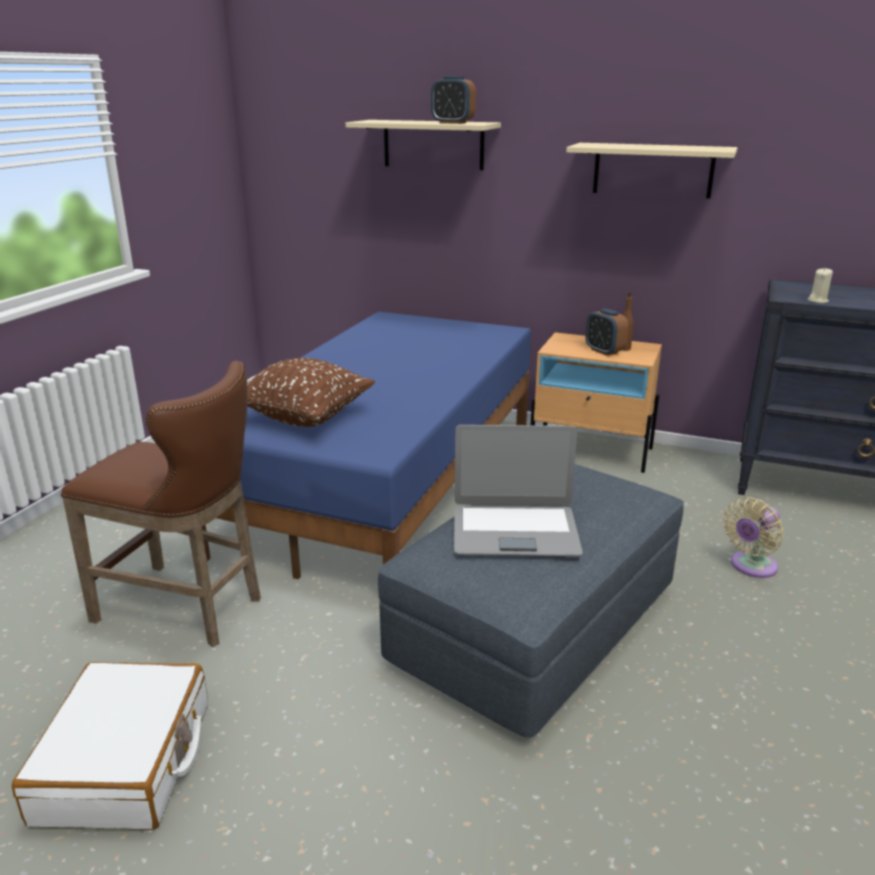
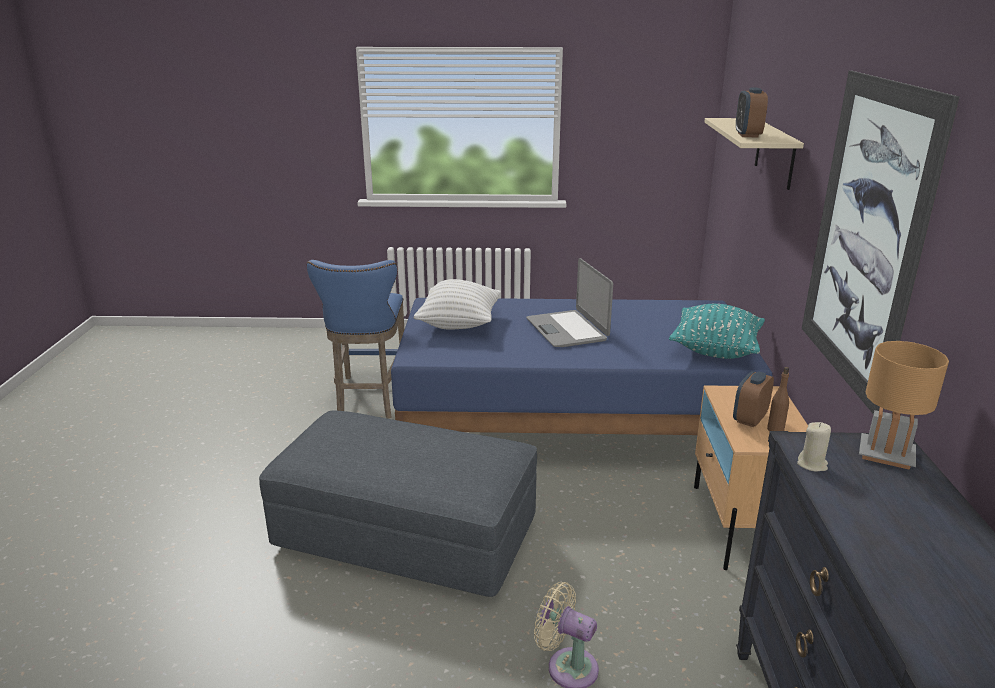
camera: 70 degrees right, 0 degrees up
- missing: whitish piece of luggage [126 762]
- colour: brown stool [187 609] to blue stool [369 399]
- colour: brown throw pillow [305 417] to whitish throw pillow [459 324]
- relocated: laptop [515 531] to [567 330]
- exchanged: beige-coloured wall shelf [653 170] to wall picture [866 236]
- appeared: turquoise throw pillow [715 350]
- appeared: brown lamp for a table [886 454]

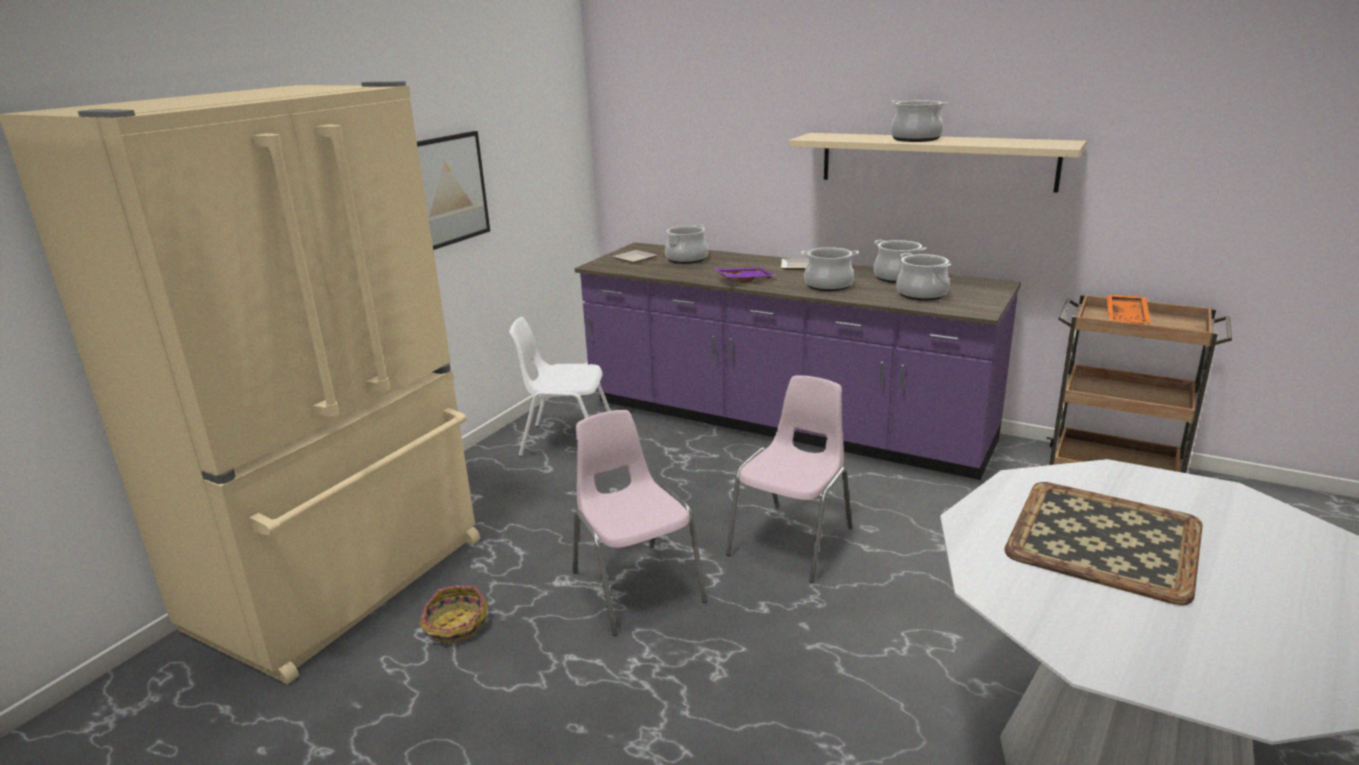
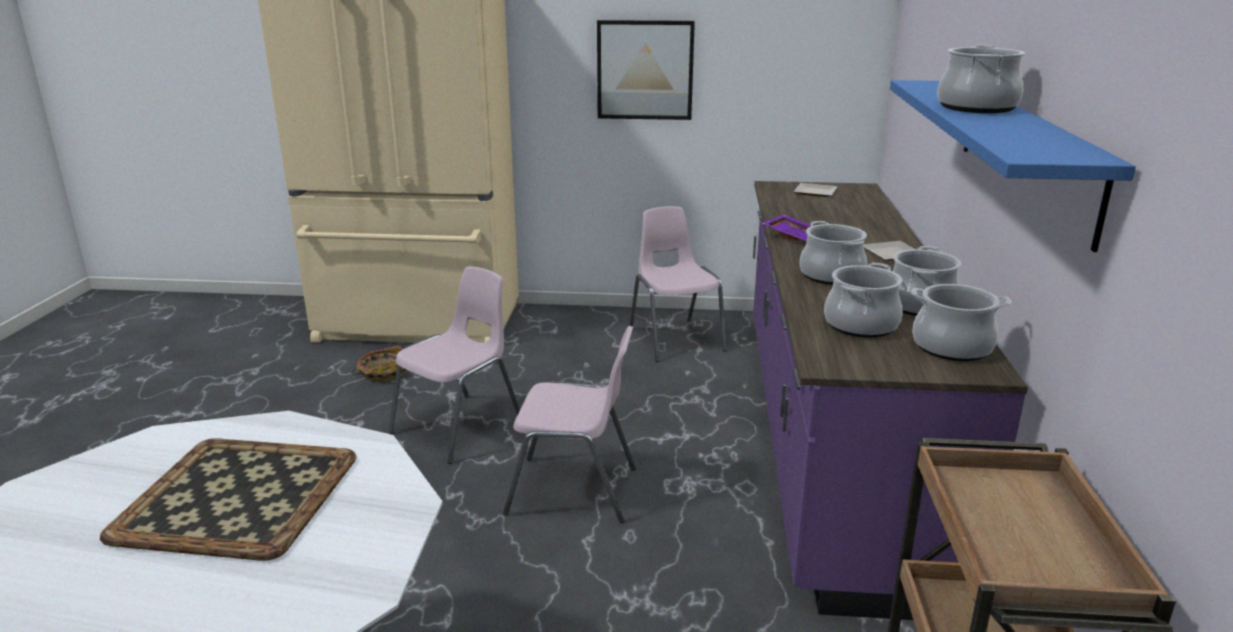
camera: 65 degrees right, 0 degrees up
- colour: whitish upright chair [567 440] to pink-coloured upright chair [675 339]
- relocated: cooking pot [686 259] to [951 347]
- colour: beige-coloured wall shelf [935 161] to blue wall shelf [1025 153]
- missing: orangey serving tray [1127 317]

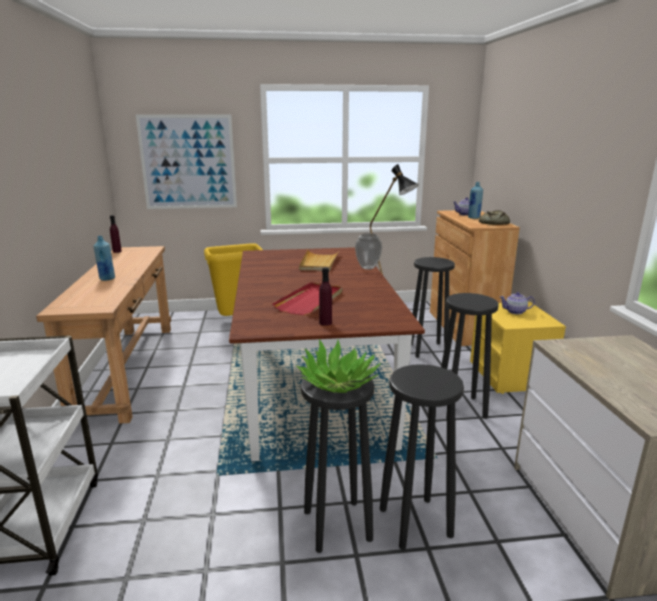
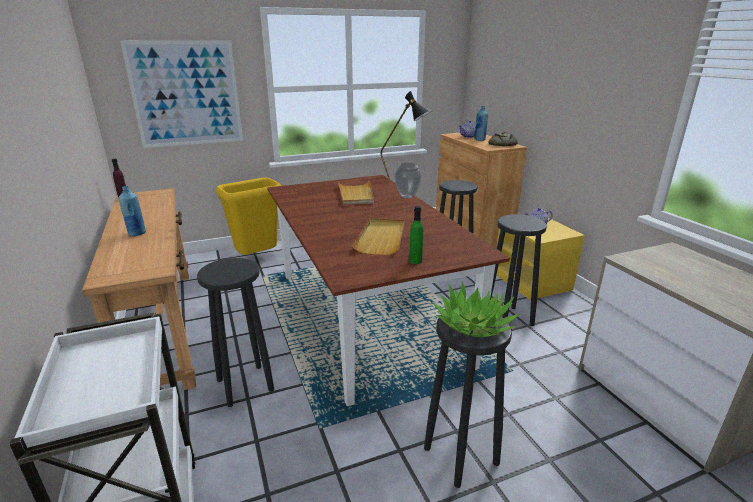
camera: 15 degrees left, 5 degrees up
- colour: reddish serving tray [310 301] to beige-coloured serving tray [381 238]
- colour: purple-coloured bottle [325 323] to green-coloured bottle [415 261]
- relocated: black-coloured stool [415 521] to [245 384]

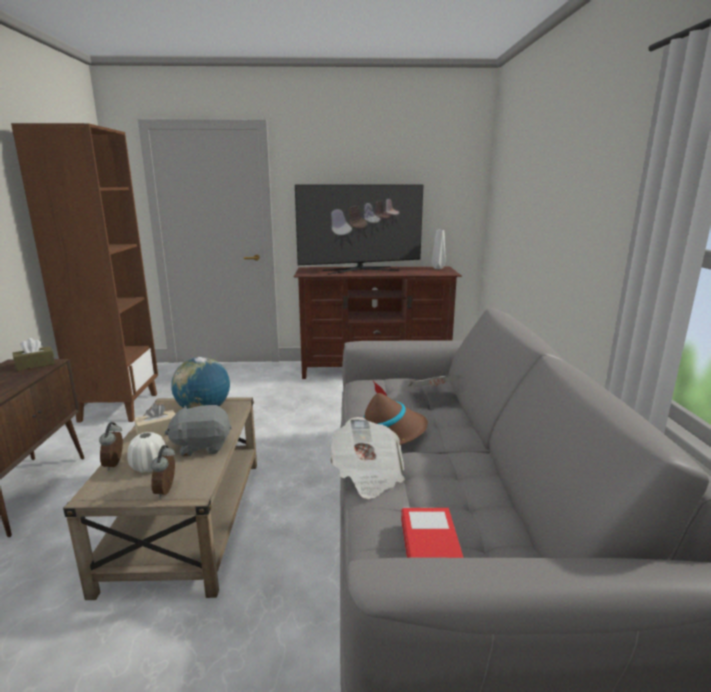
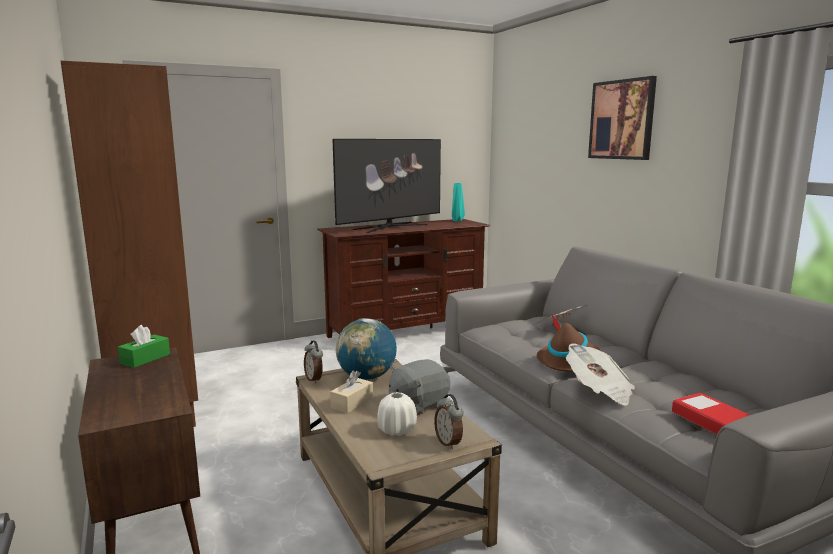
camera: 25 degrees left, 5 degrees down
- colour: brown tissue box [35 365] to green-coloured tissue box [145 359]
- relocated: table clock [115 464] to [314 379]
- colour: greyish vase [438 268] to turquoise vase [458 220]
- appeared: wall picture [622 120]

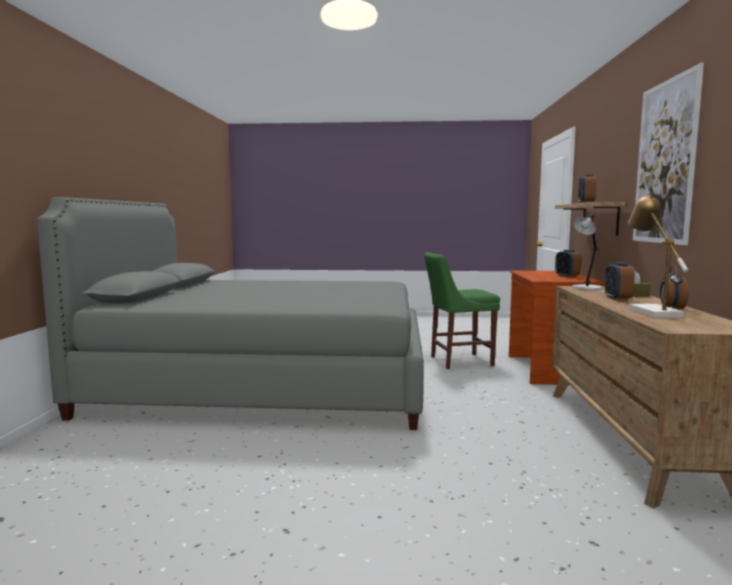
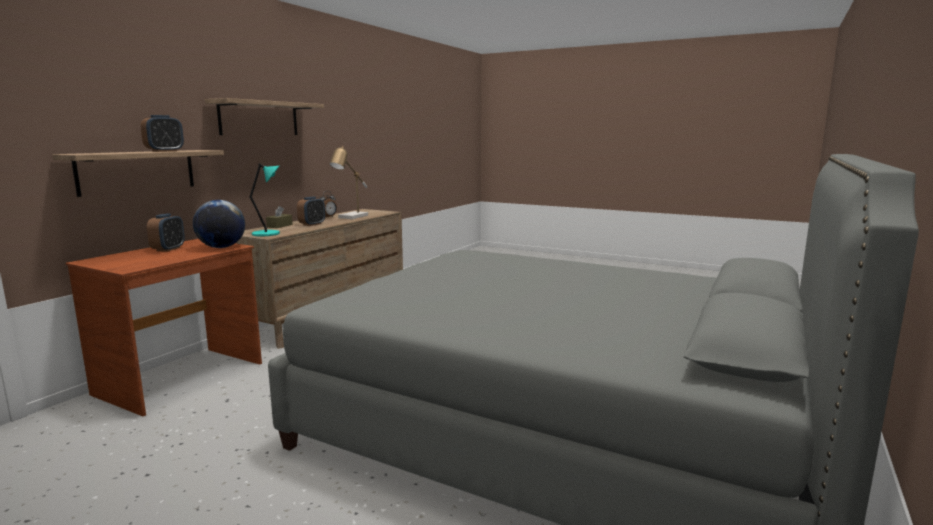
camera: 155 degrees left, 5 degrees up
- missing: green-coloured upright chair [458 361]
- colour: greyish lamp for a table [586 288] to turquoise lamp for a table [267 234]
- exchanged: wall picture [665 162] to wall shelf [259 118]
- appeared: world globe [221 247]

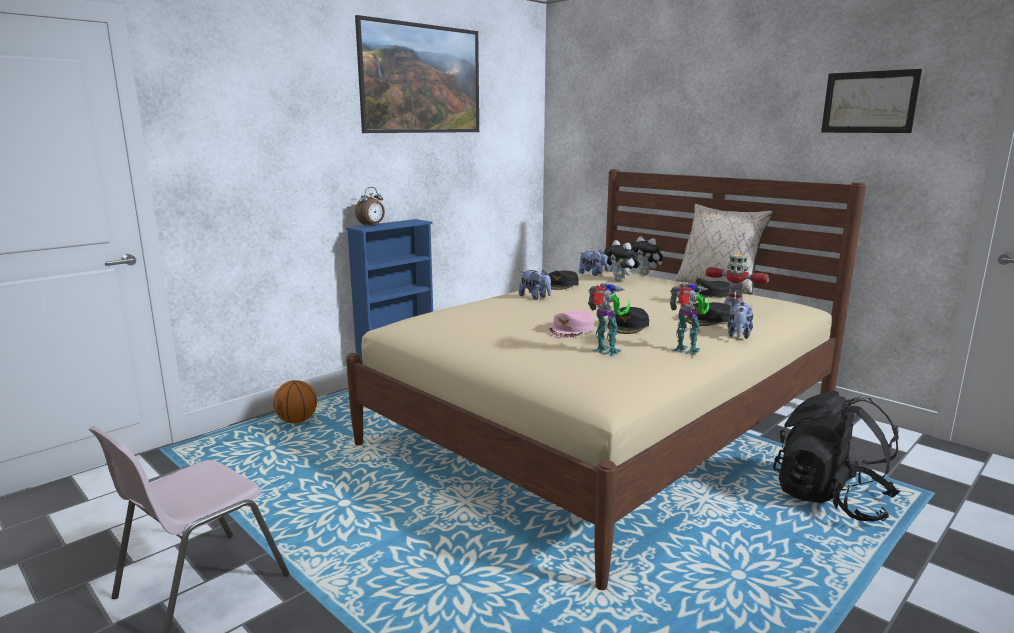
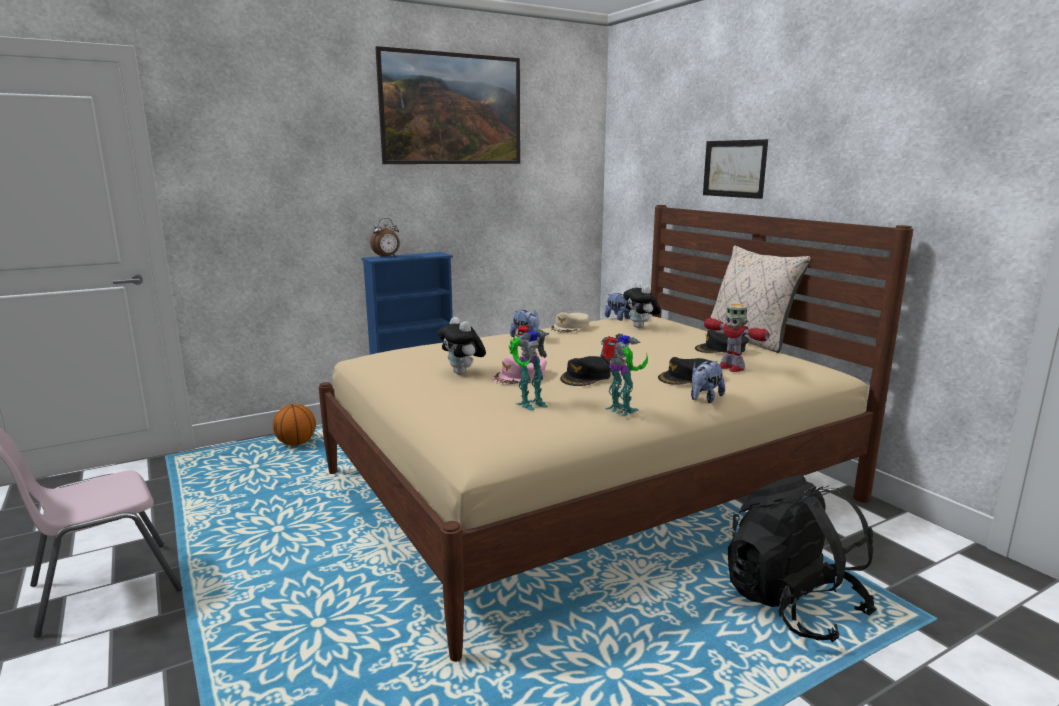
camera: 15 degrees right, 0 degrees up
- colour: black-coloured cap [561 285] to beige-coloured cap [570 328]
- spun: robot figure [606 352] = [529 403] 90 degrees clockwise
- relocated: soft toy [645 274] to [463 373]
- relocated: wall picture [869 102] to [734 168]

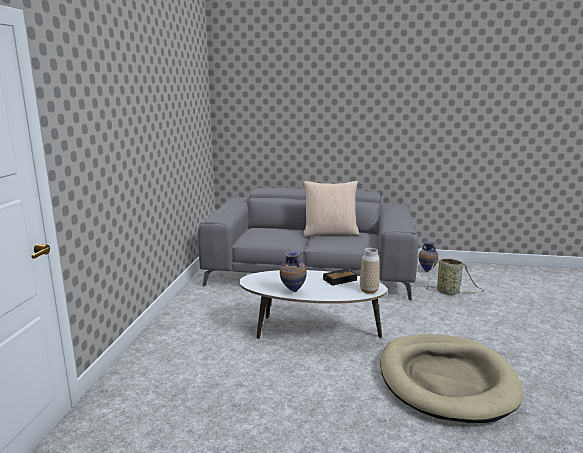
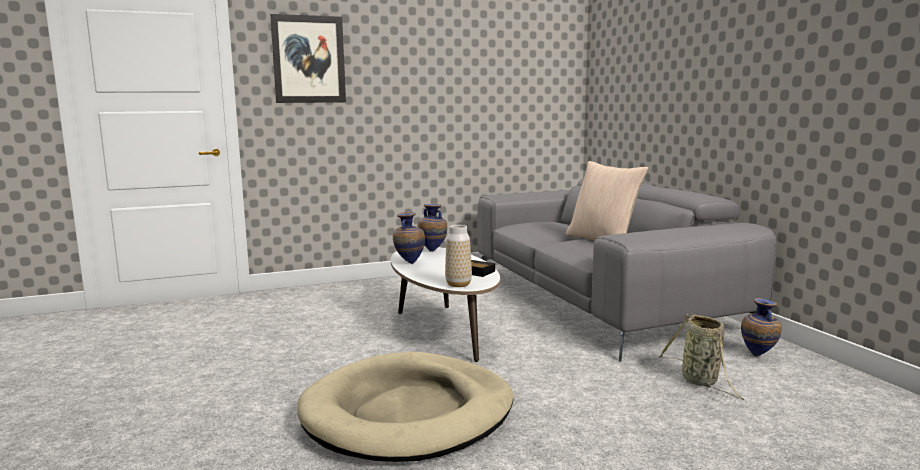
camera: 60 degrees right, 5 degrees down
- appeared: wall picture [308 59]
- appeared: vase [433 251]

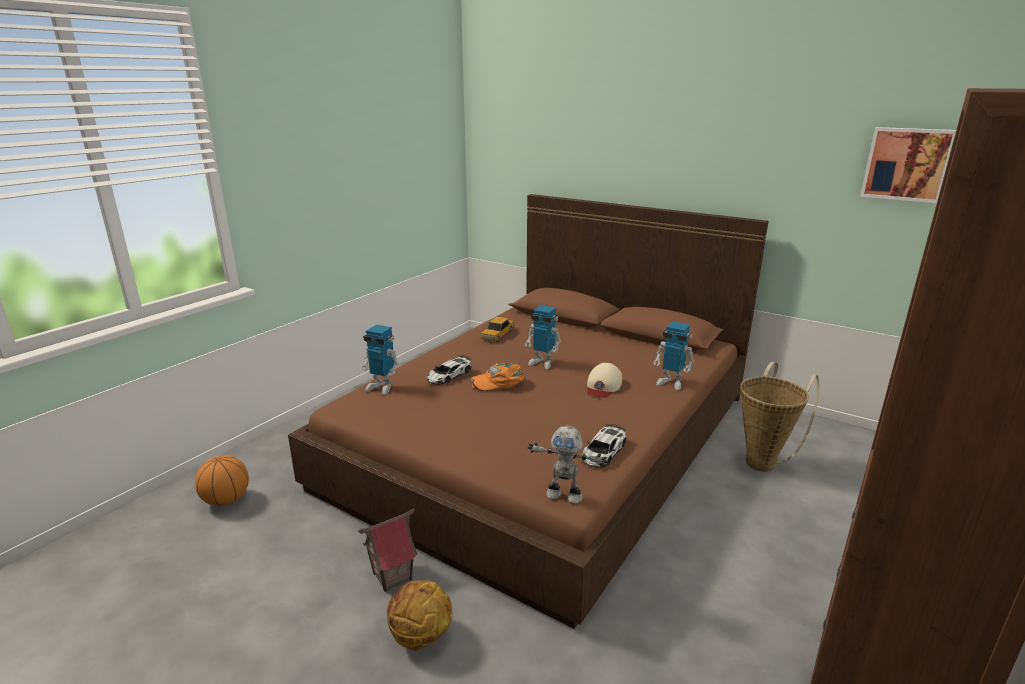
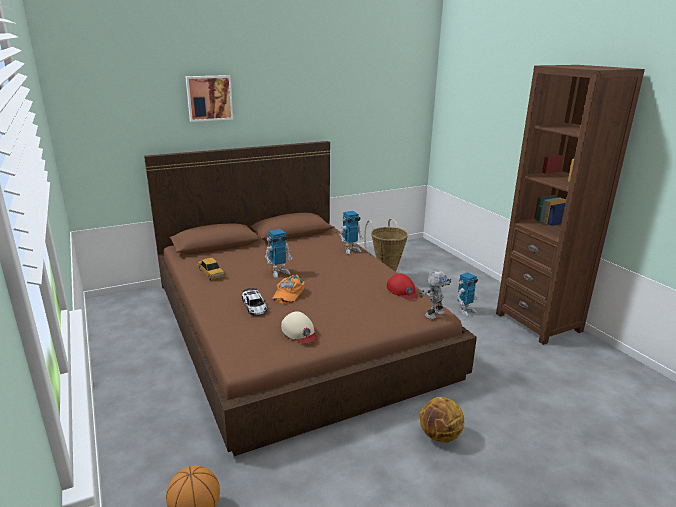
camera: 60 degrees left, 0 degrees up
- missing: model house [392 576]
- relocated: robot figure [382 387] to [465 311]
- exchanged: toy car [603 451] to reddish cap [402 291]
- relocated: beige-coloured cap [603 386] to [299 332]
- relocated: wall picture [907 164] to [209 98]

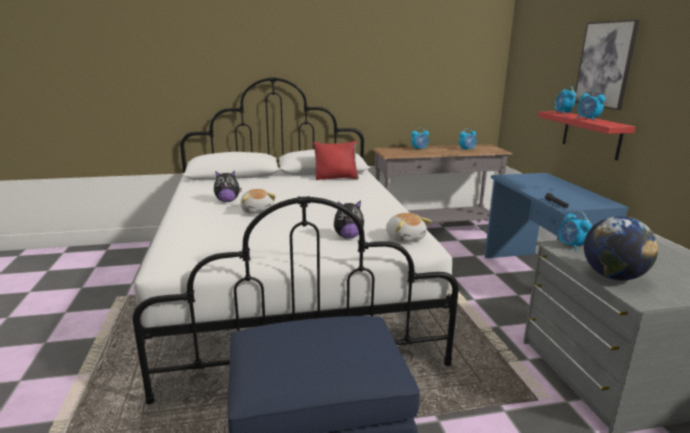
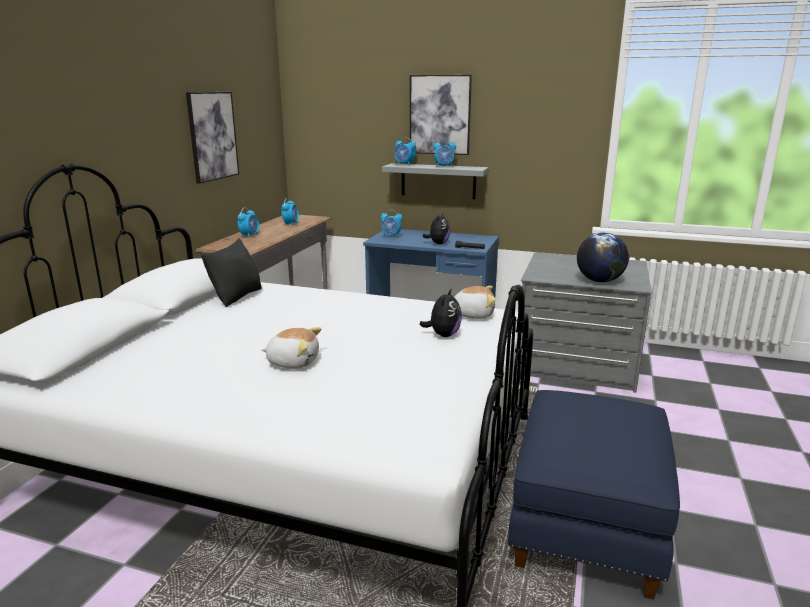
camera: 60 degrees left, 0 degrees up
- relocated: soft toy [227 201] to [438 243]
- colour: reddish throw pillow [336 178] to black-coloured throw pillow [236 297]
- colour: reddish wall shelf [591 134] to greyish wall shelf [438 181]
- relocated: table clock [571 246] to [391 236]
- appeared: wall picture [212 136]

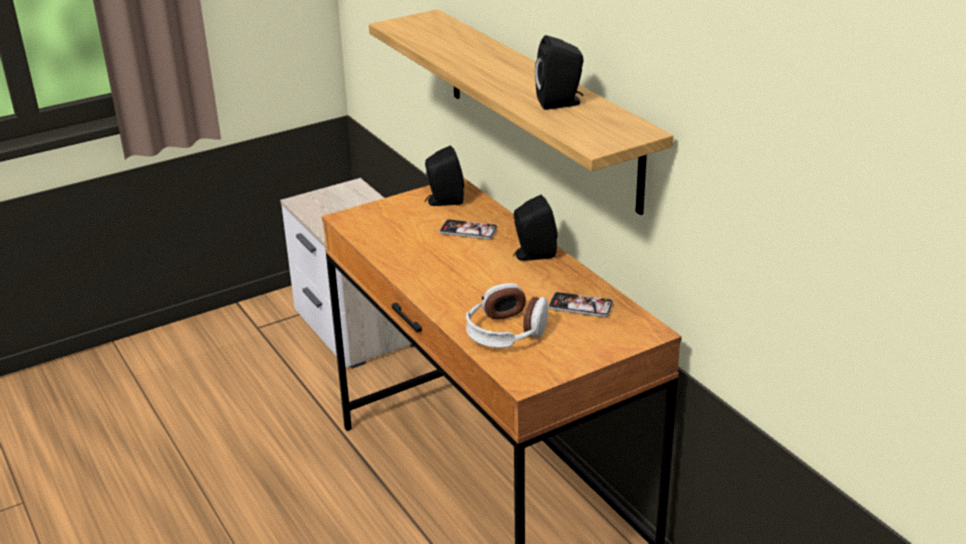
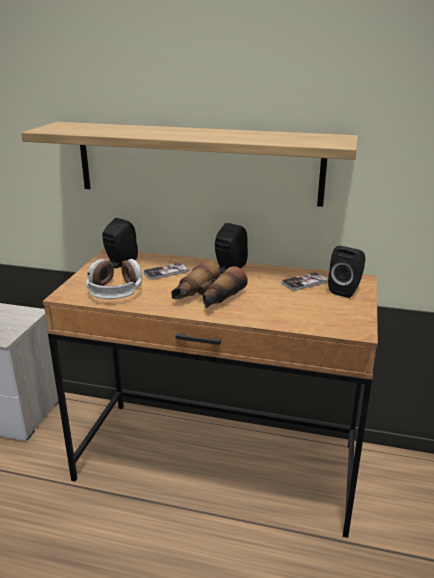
camera: 45 degrees left, 5 degrees down
- relocated: headset [506 332] to [115 291]
- relocated: black-coloured loudspeaker [561 103] to [346 290]
- appeared: field glasses [206 298]

